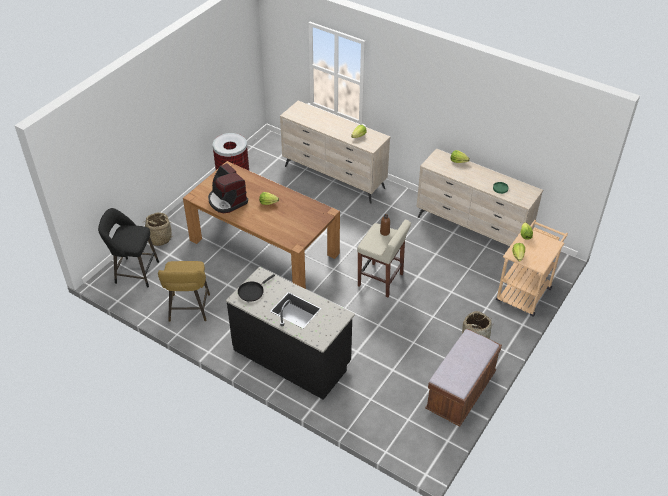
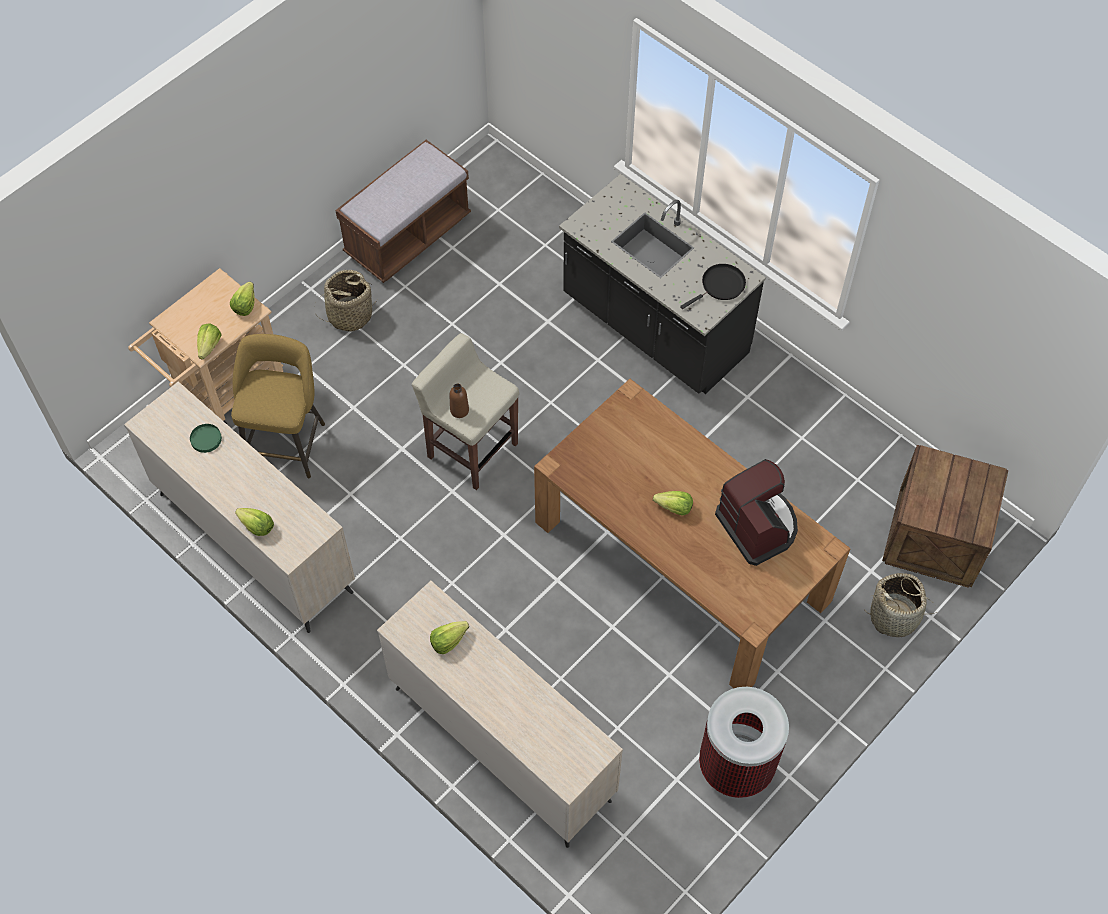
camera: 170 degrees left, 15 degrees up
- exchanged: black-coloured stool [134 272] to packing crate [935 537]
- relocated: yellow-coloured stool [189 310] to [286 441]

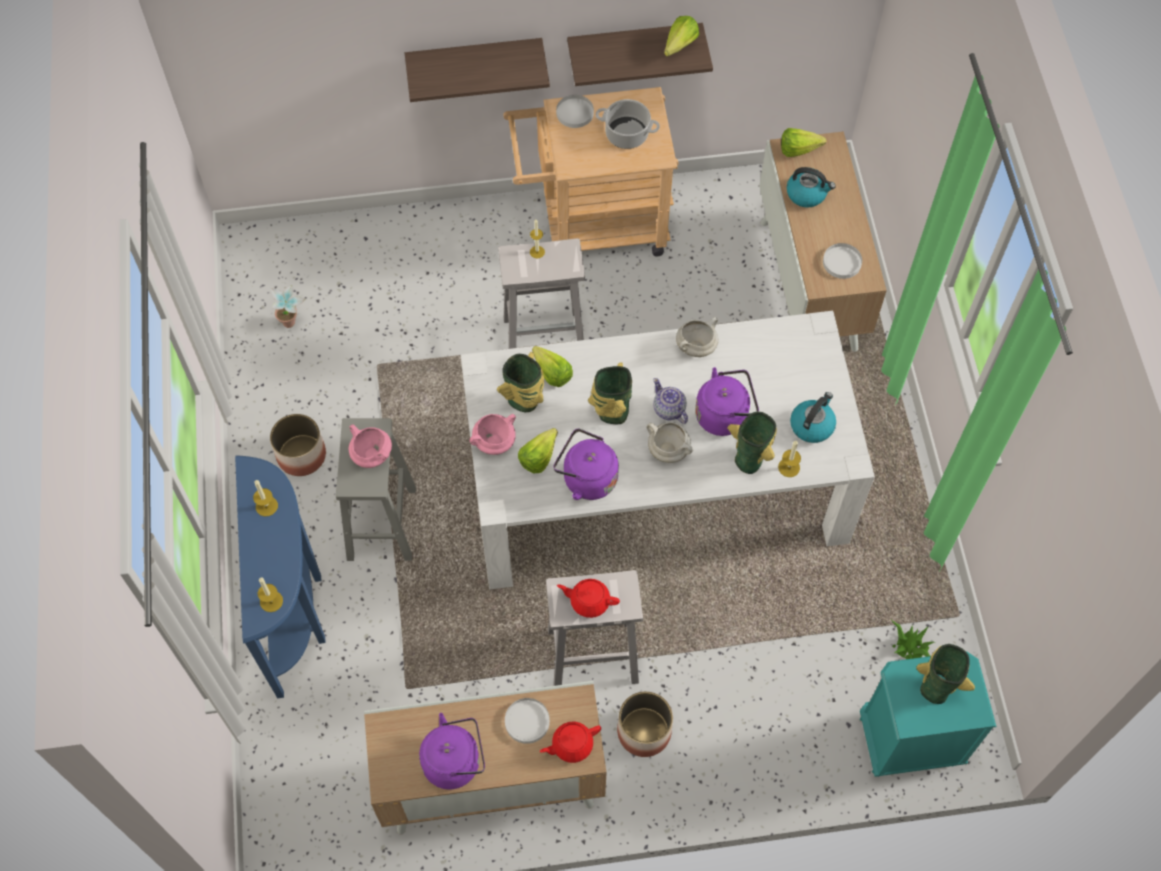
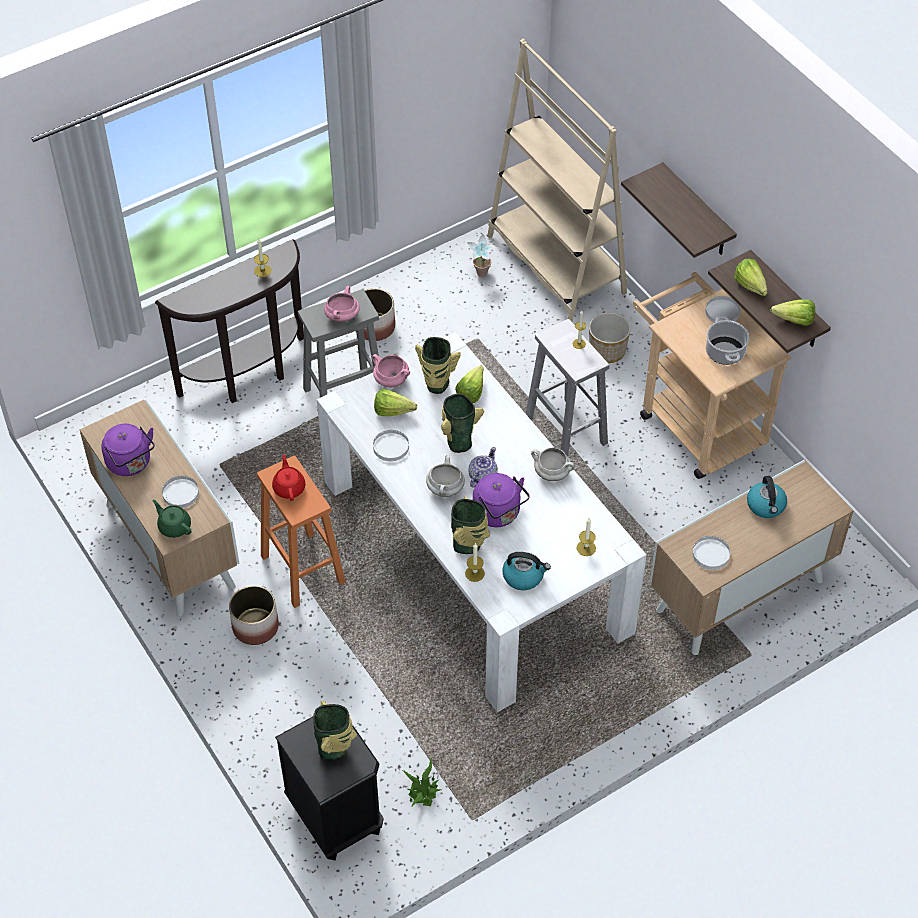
camera: 65 degrees right, 10 degrees down
- colour: blue console table [296 610] to brown console table [249 376]
- relocated: wax candle [271 601] to [586 548]
- colour: reddish tea pot [571 745] to green-coloured tea pot [174 526]
- colour: whitish stool [591 656] to orangey stool [302 568]
- exchanged: purple-coloured tea kettle [586 478] to whitish dinner plate [391 447]
- relocated: lettuce [802 150] to [751 288]
- colour: turquoise bedside table [908 741] to black-coloured bedside table [335 817]
- appeared: beige-coloured bookcase [556 265]
- appeared: planter [607 351]

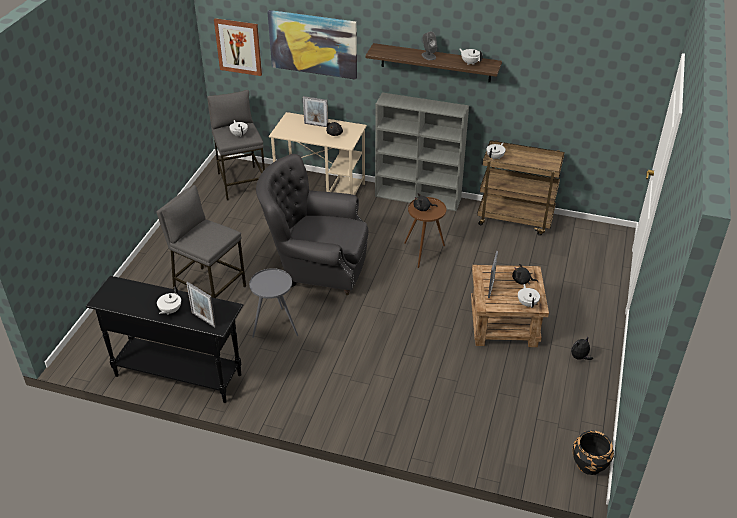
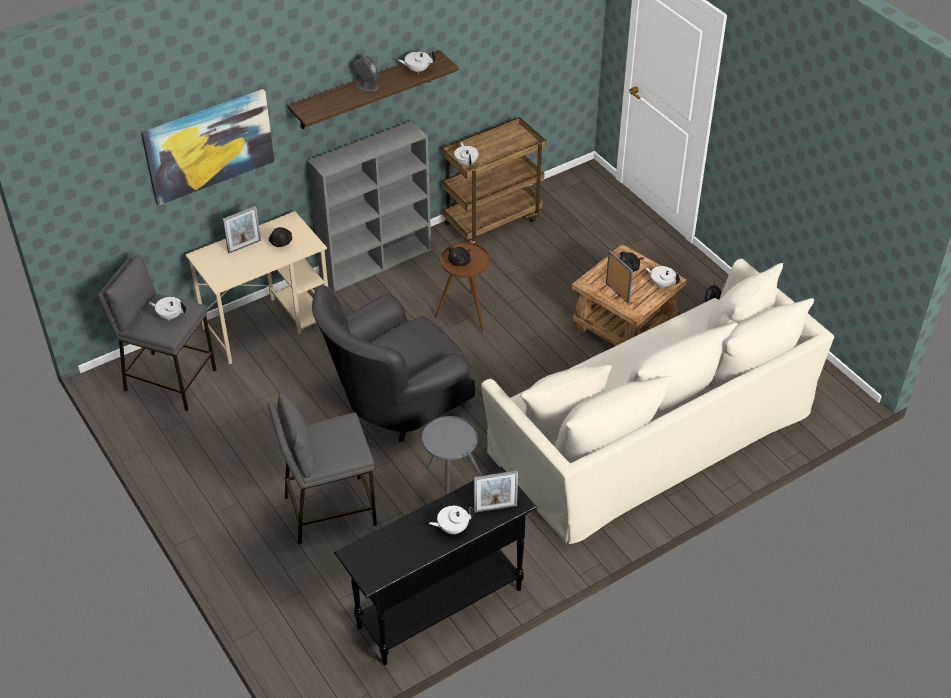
camera: 50 degrees left, 5 degrees up
- spun: whitish tea pot [170 310] = [452 528] 105 degrees clockwise
- missing: wall picture [238 46]
- missing: black-coloured planter [589 464]
- appeared: beige-coloured couch [650 430]

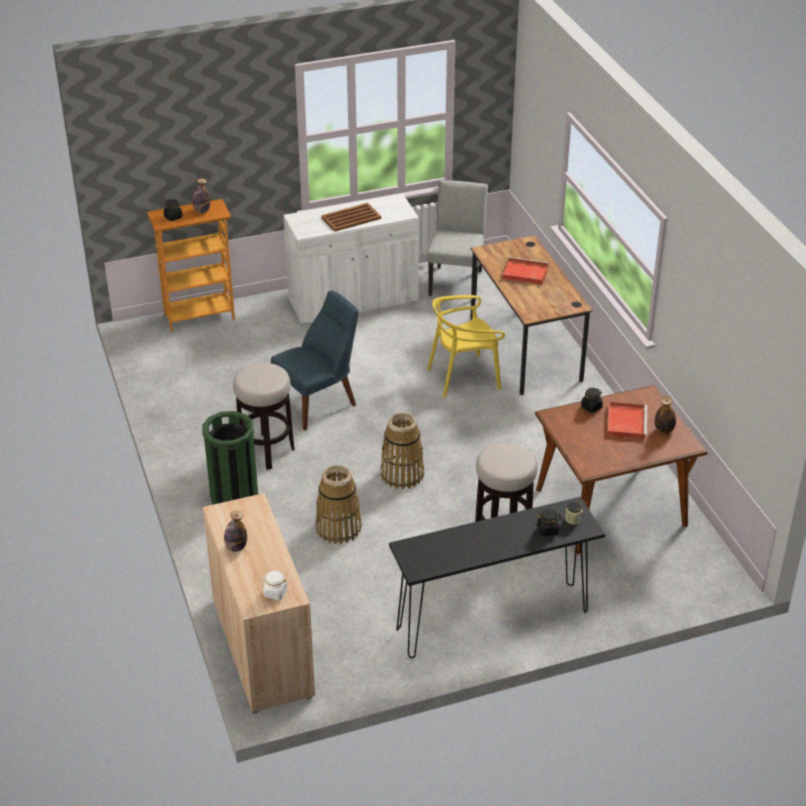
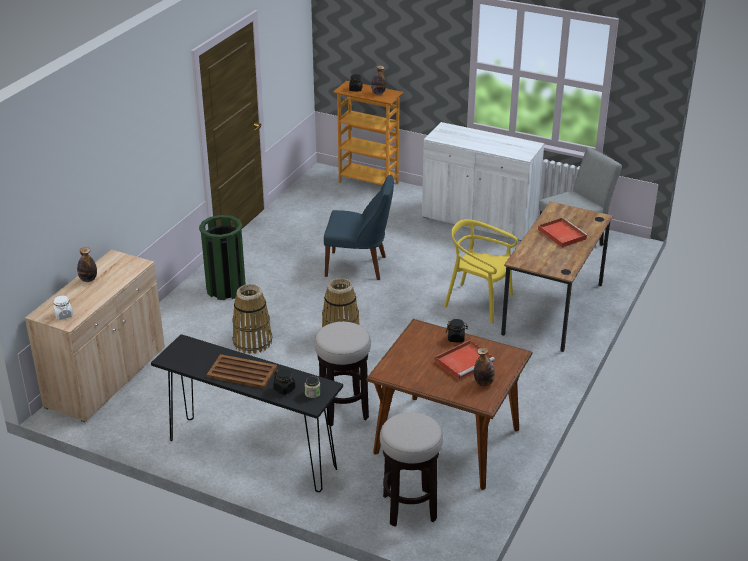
camera: 45 degrees right, 5 degrees down
- relocated: stool [266 451] to [409 508]
- relocated: brown serving tray [350 218] to [241 372]

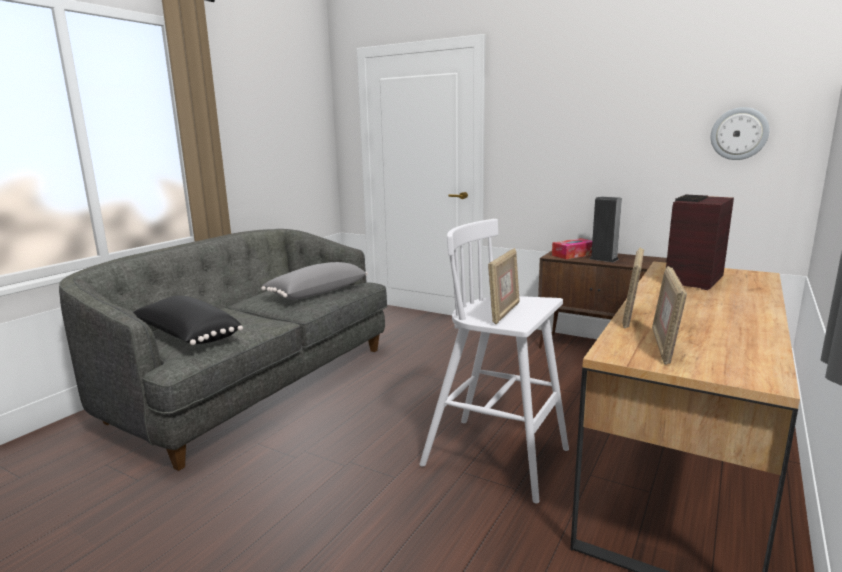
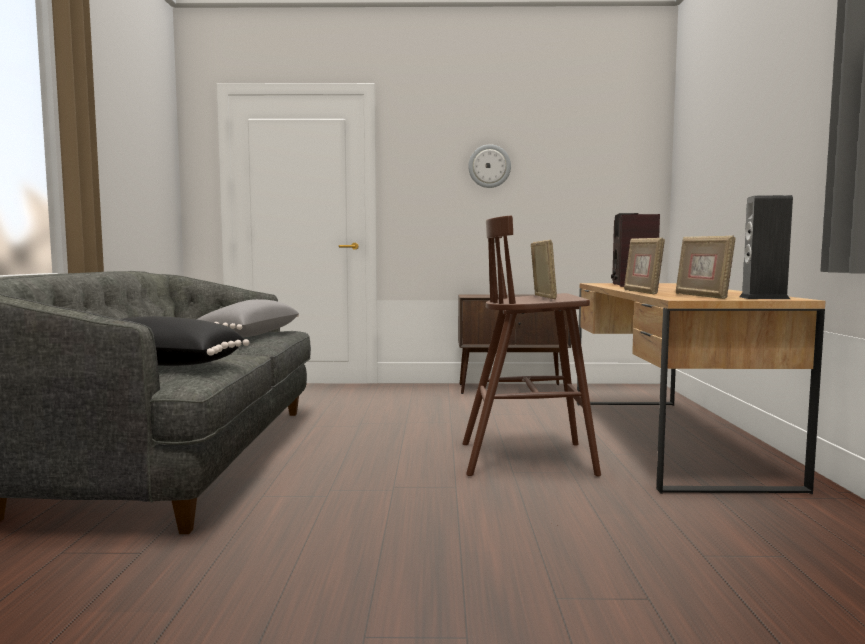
camera: 30 degrees left, 10 degrees down
- colour: whitish stool [498 458] to brown stool [529 459]
- missing: tissue box [573 255]
- relocated: loudspeaker [604 259] to [764 298]
- relocated: clock on the wall [739 133] to [489 166]

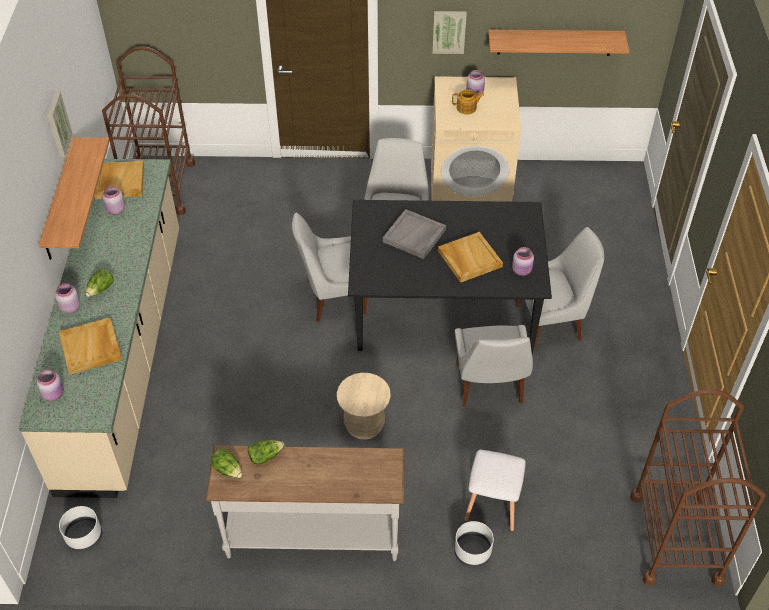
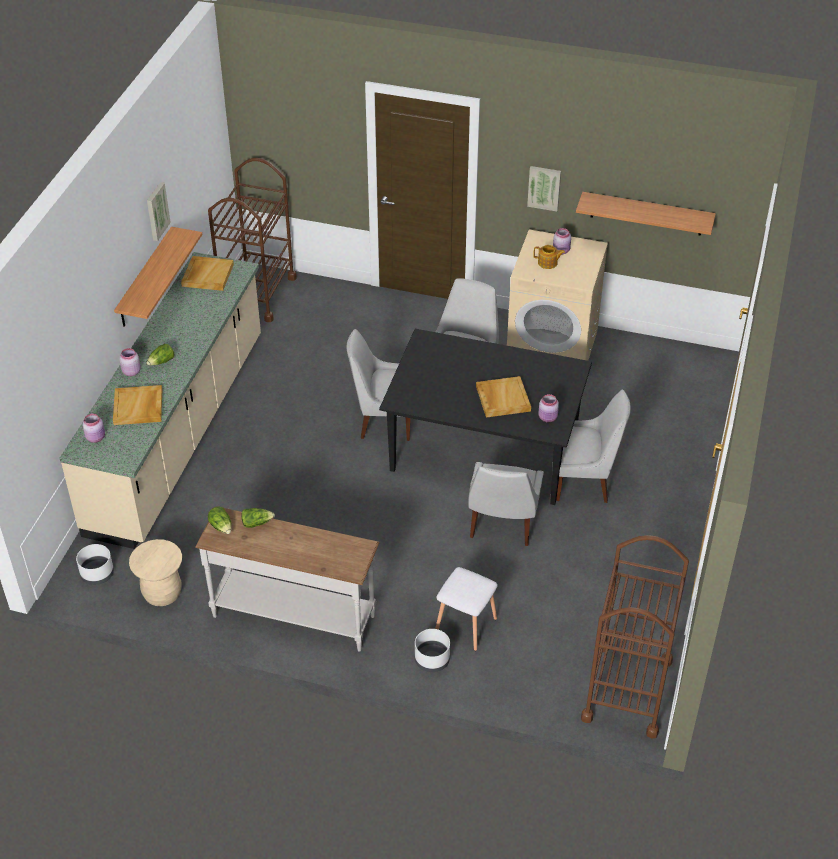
camera: 15 degrees right, 5 degrees down
- missing: pink-coloured storage jar [115 210]
- relocated: beige-coloured stool [364 425] to [162 593]
- missing: greyish serving tray [414 236]

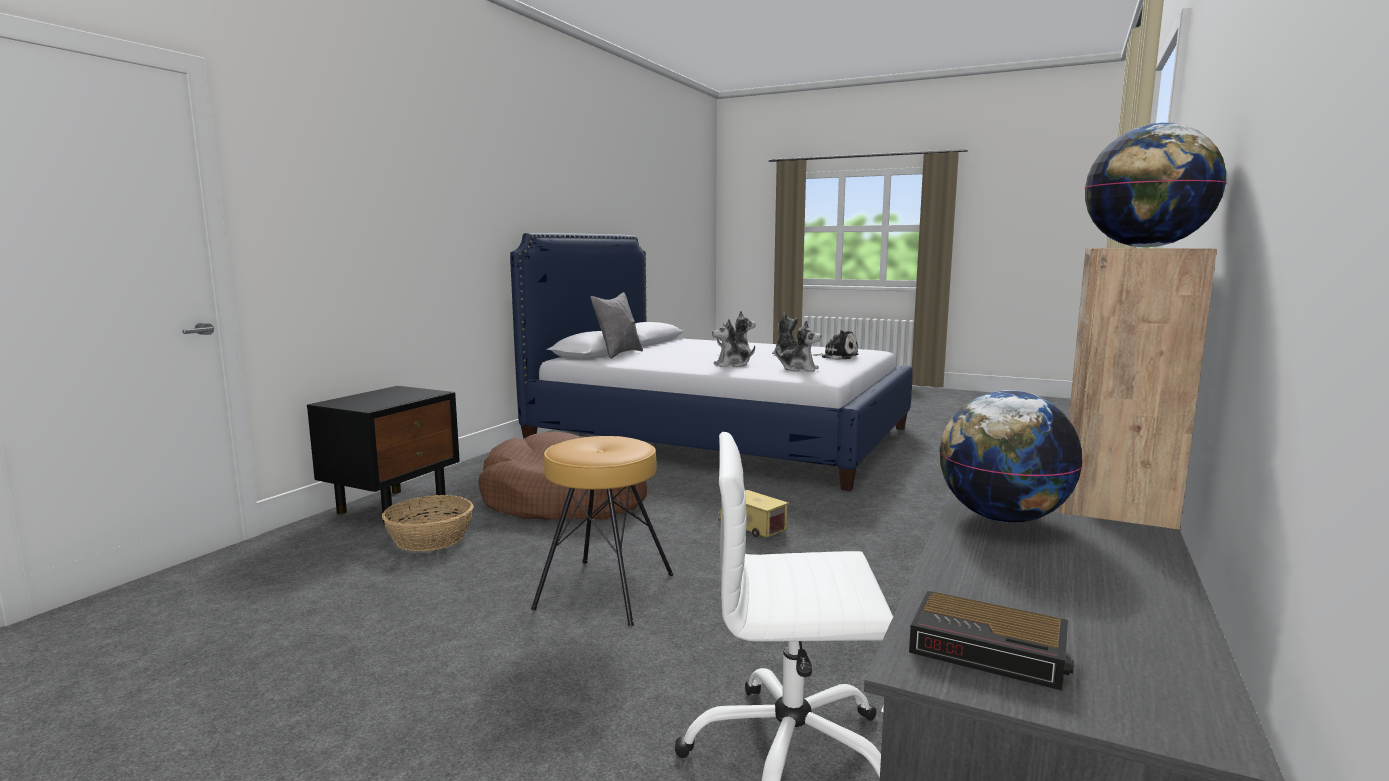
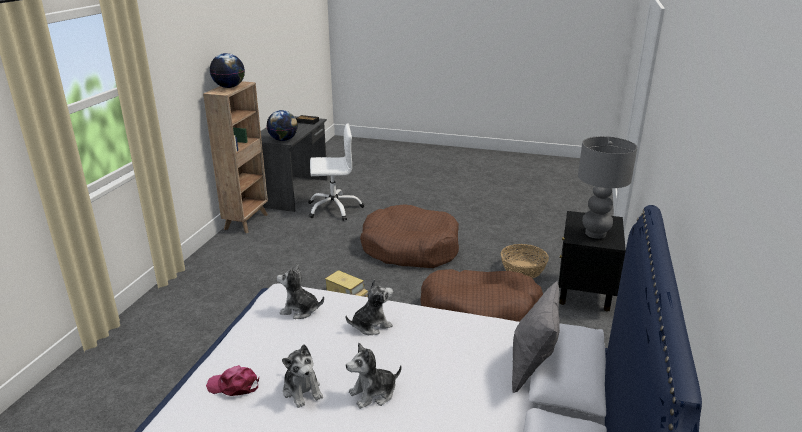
camera: 170 degrees right, 15 degrees up
- exchanged: brown stool [604 591] to brown dog bed [410 248]
- exchanged: soft toy [837 357] to pink-coloured cap [234 386]
- appeared: greyish lamp for a table [595 233]

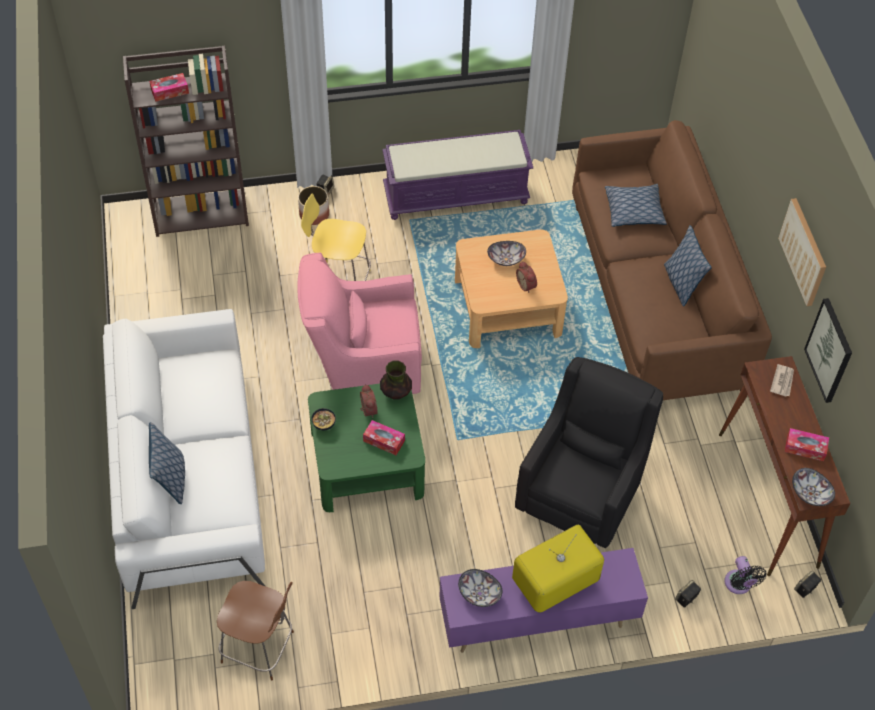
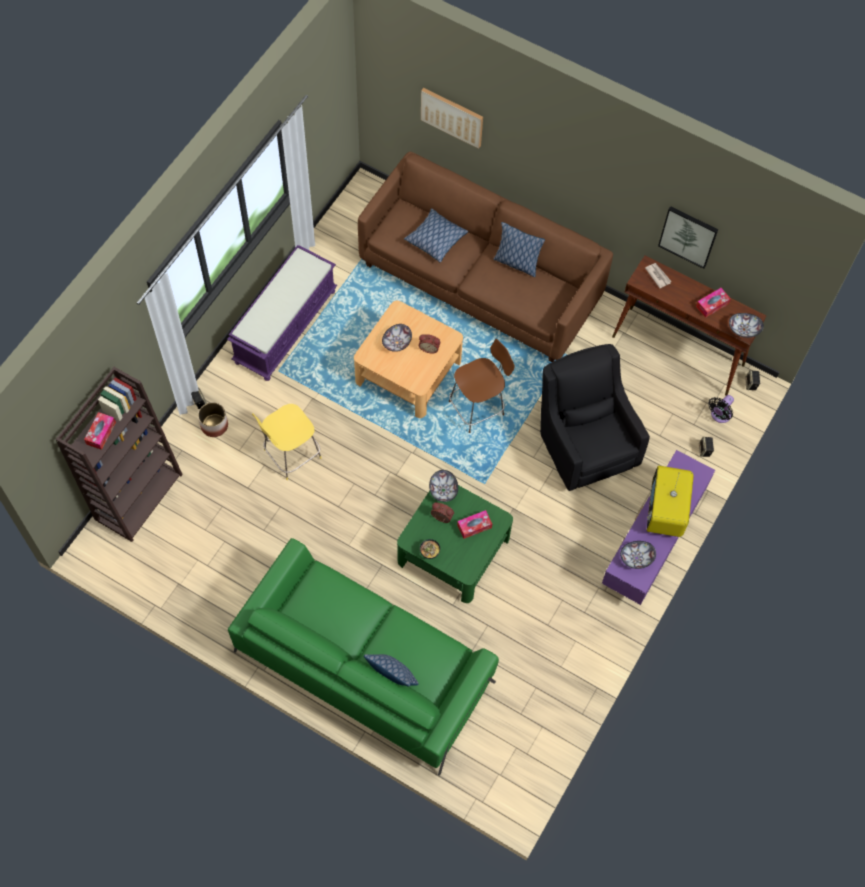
camera: 50 degrees left, 10 degrees up
- colour: whitish couch [188 474] to green-coloured couch [364 666]
- relocated: brown stool [260 648] to [478 407]
- missing: pink-coloured lounge chair [363 365]
- exchanged: vase [396 392] to serving bowl [443 490]
- spun: black-coloured electric fan [739 585] = [719 415] 105 degrees clockwise
- relocated: wall picture [804 251] to [452 117]

